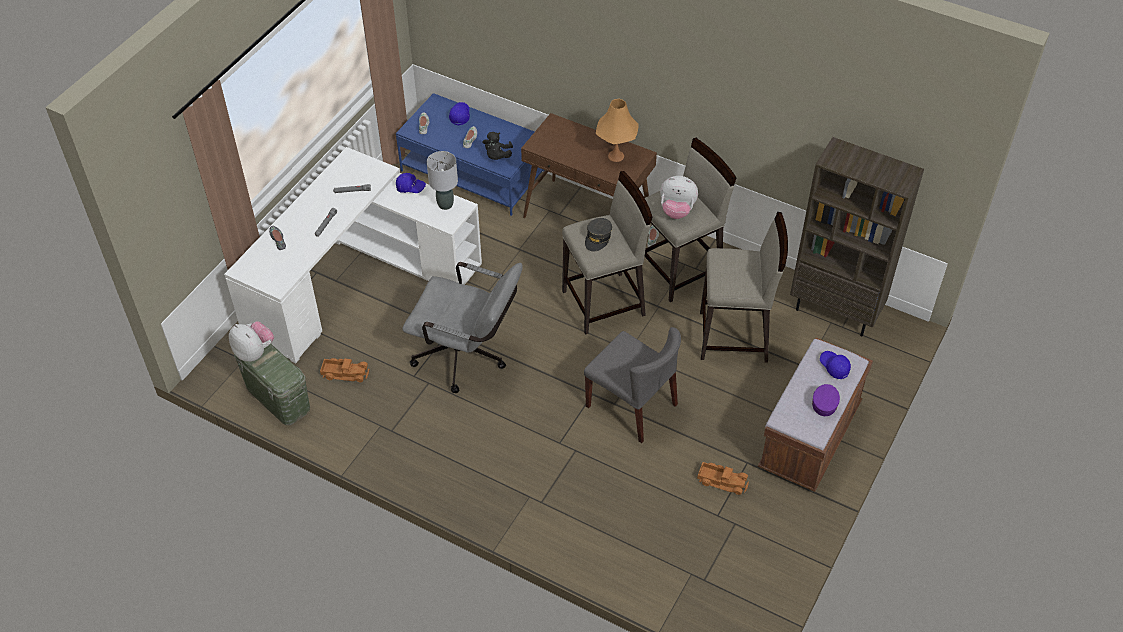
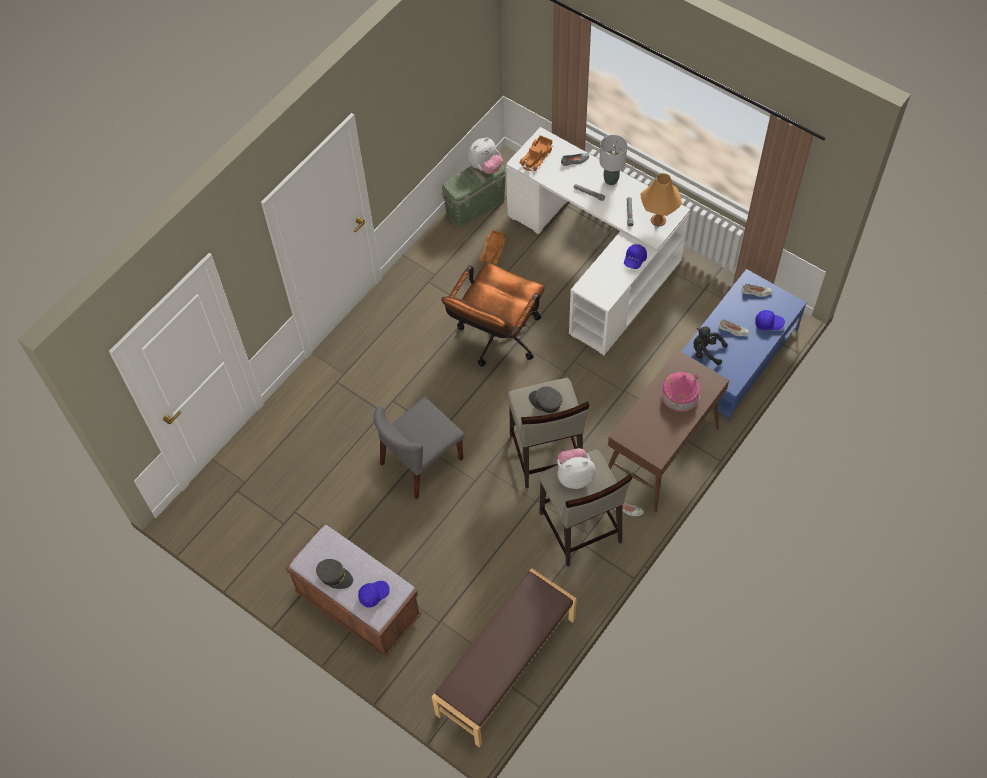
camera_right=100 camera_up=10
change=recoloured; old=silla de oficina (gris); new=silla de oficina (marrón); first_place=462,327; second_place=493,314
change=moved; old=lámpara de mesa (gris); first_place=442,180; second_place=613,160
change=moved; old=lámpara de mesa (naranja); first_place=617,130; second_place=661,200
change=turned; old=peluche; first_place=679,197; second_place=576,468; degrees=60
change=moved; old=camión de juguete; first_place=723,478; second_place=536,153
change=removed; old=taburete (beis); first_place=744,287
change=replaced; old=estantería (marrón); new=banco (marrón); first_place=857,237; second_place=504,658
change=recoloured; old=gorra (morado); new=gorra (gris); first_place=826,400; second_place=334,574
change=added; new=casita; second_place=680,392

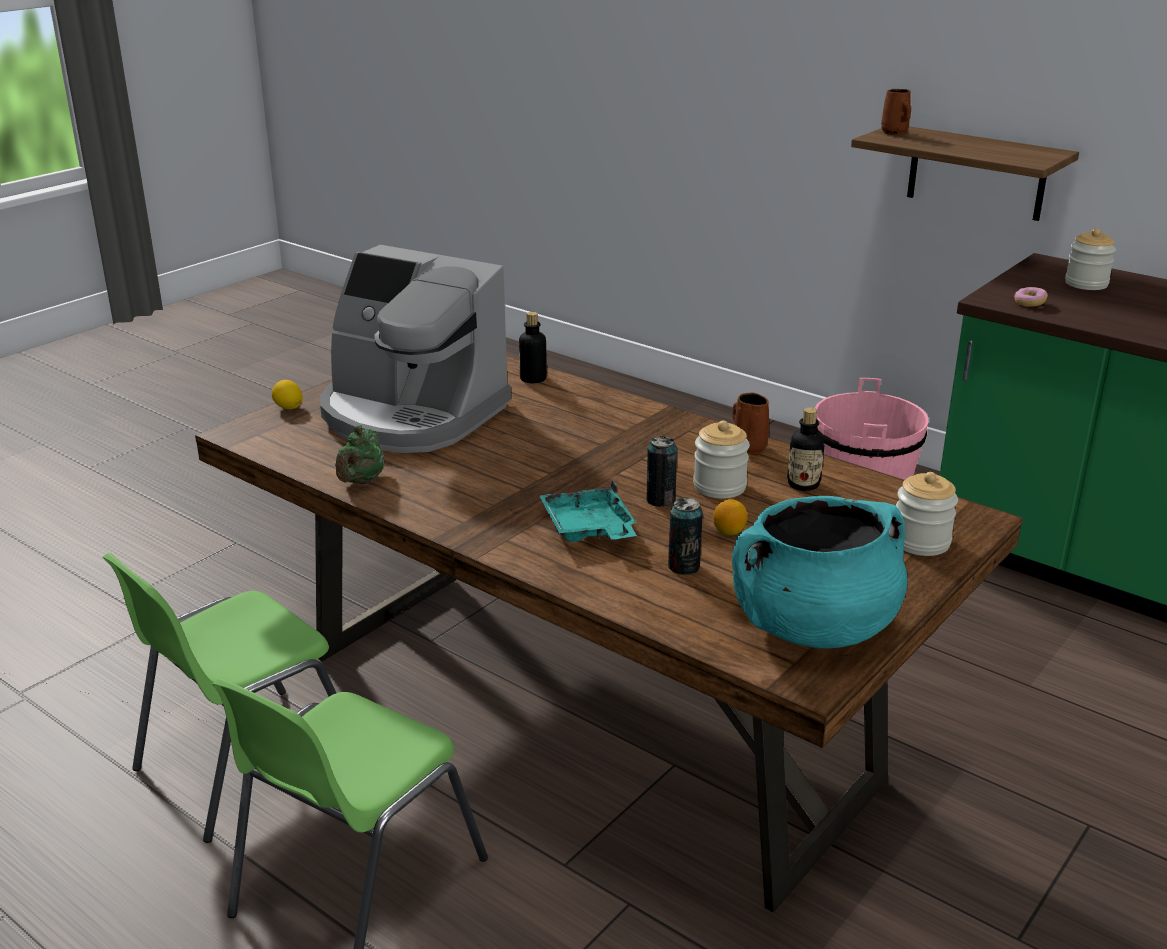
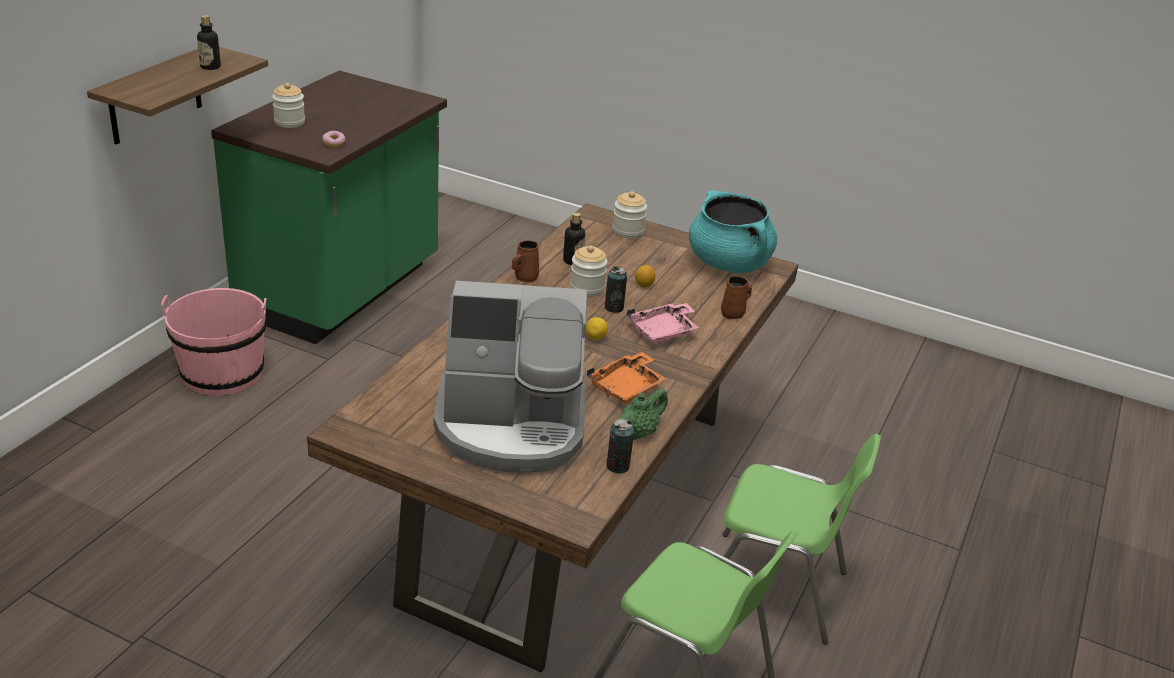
camera_right=-105 camera_up=5
change=moved; old=limón; first_place=287,395; second_place=597,328
change=turned; old=cafetera; first_place=415,349; second_place=510,377; degrees=75
change=turned; old=tetera (verde); first_place=359,454; second_place=642,414; degrees=-45
change=moved; old=botella; first_place=533,347; second_place=209,42
change=recoloured; old=bandeja (turquesa); new=bandeja (rosa); first_place=588,511; second_place=663,323
change=moved; old=lata; first_place=685,536; second_place=620,446
change=moved; old=taza grande (marrón); first_place=896,112; second_place=736,297
change=added; new=bandeja (naranja); second_place=627,378

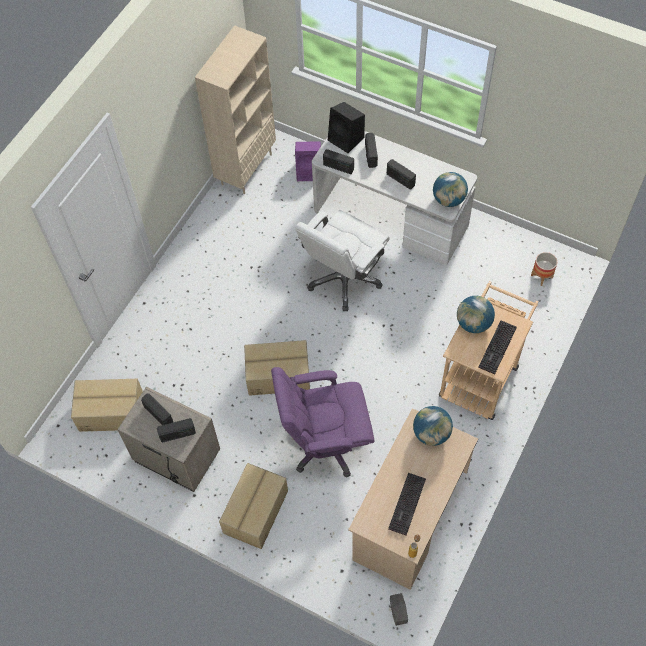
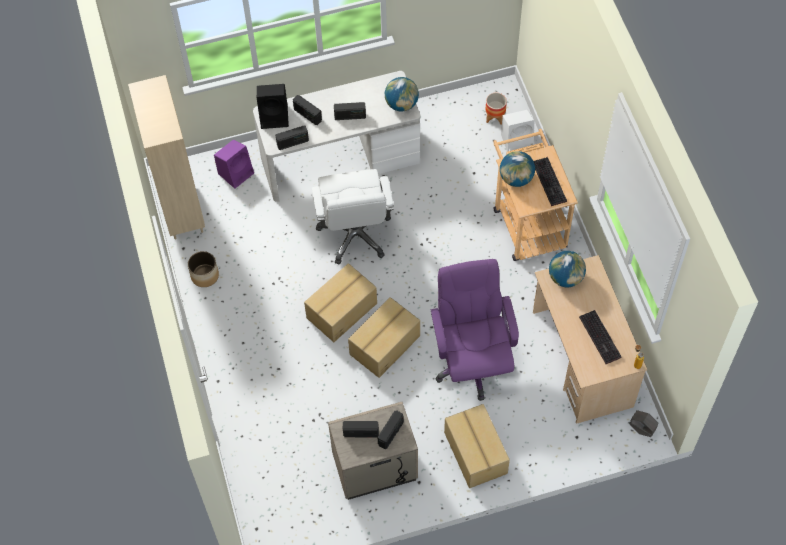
camera_right=-45 camera_up=0
change=moved; old=caja de cartón; first_place=107,405; second_place=340,302
change=turned; old=silla de oficina (morado); first_place=322,422; second_place=474,330; degrees=135
change=added; new=maceta; second_place=203,269
change=added; new=altavoz (blanco); second_place=518,131

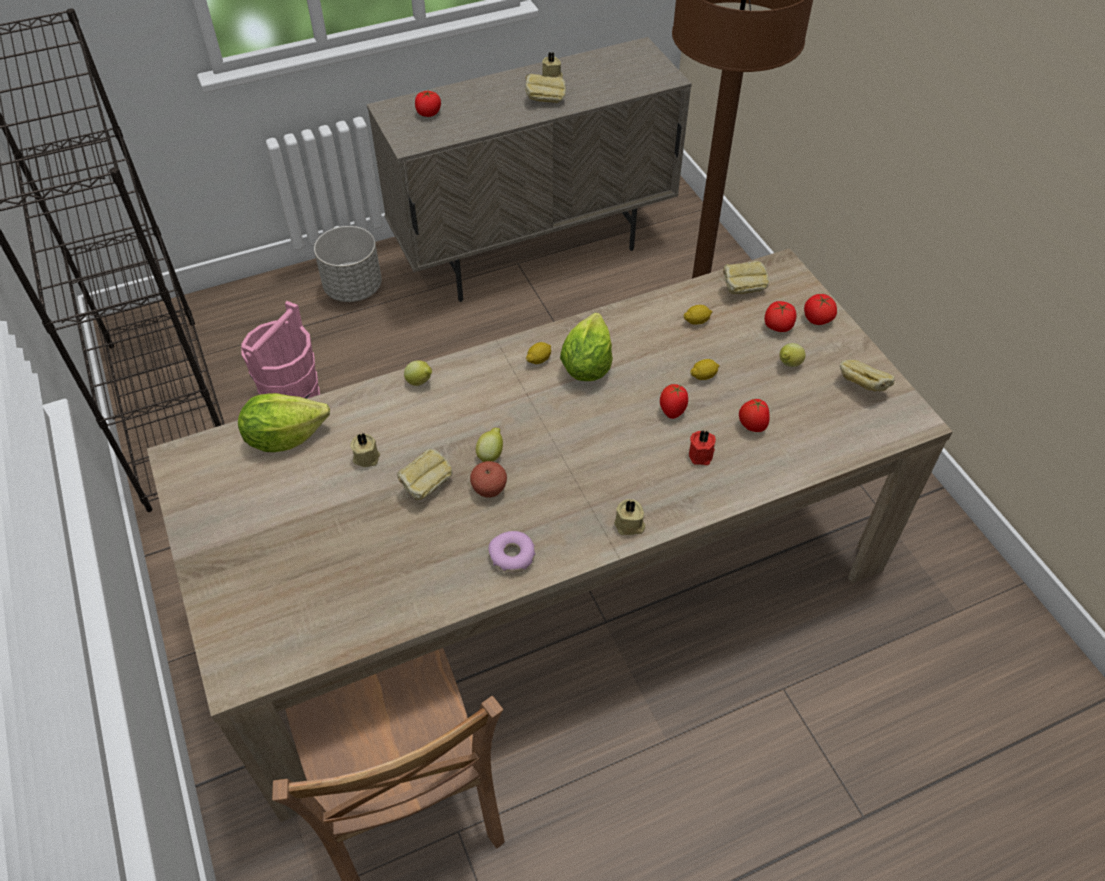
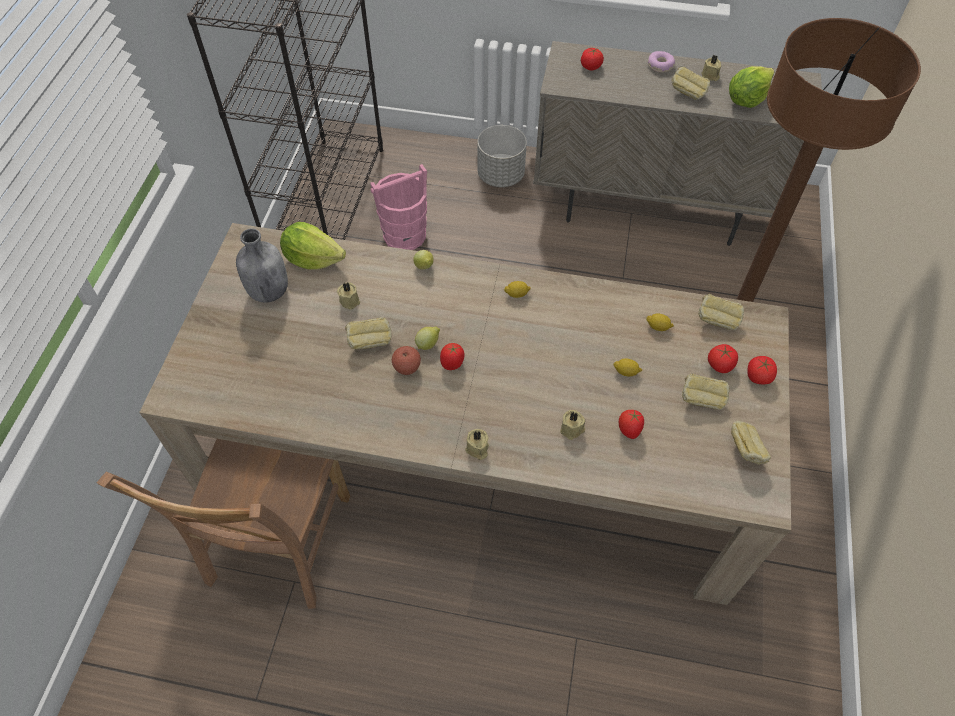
camera_right=35 camera_up=5
change=moved; old=rosquilla; first_place=511,552; second_place=661,62
change=moved; old=lechuga; first_place=586,347; second_place=751,87
change=moved; old=tomate; first_place=674,401; second_place=452,356
change=recoloured; old=vela (rojo); new=vela (beis); first_place=702,447; second_place=572,425
change=replaced; old=limón; new=pan; first_place=792,355; second_place=705,392
change=added; new=botella (gris); second_place=262,265

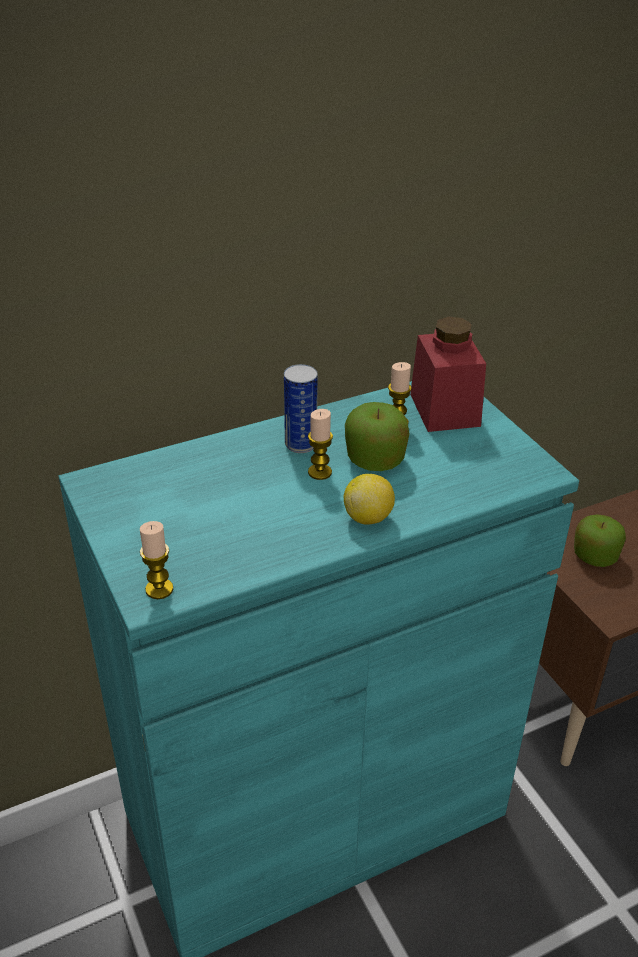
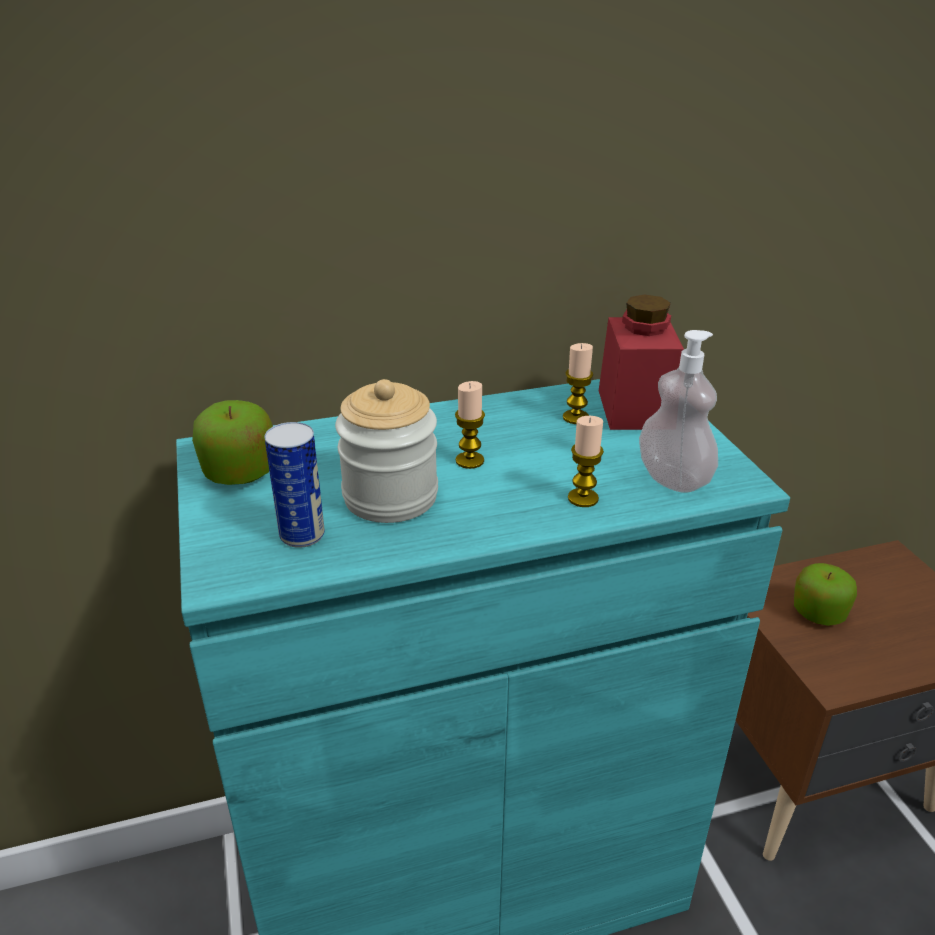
camera_right=10 camera_up=-5
change=moved; old=vela; first_place=157,560; second_place=586,461
change=moved; old=lata; first_place=301,408; second_place=294,485
change=removed; old=limón; first_place=369,499
change=moved; old=manzana; first_place=377,436; second_place=232,442
change=added; new=tarro; second_place=386,451
change=added; new=dispensador de jabón; second_place=678,411

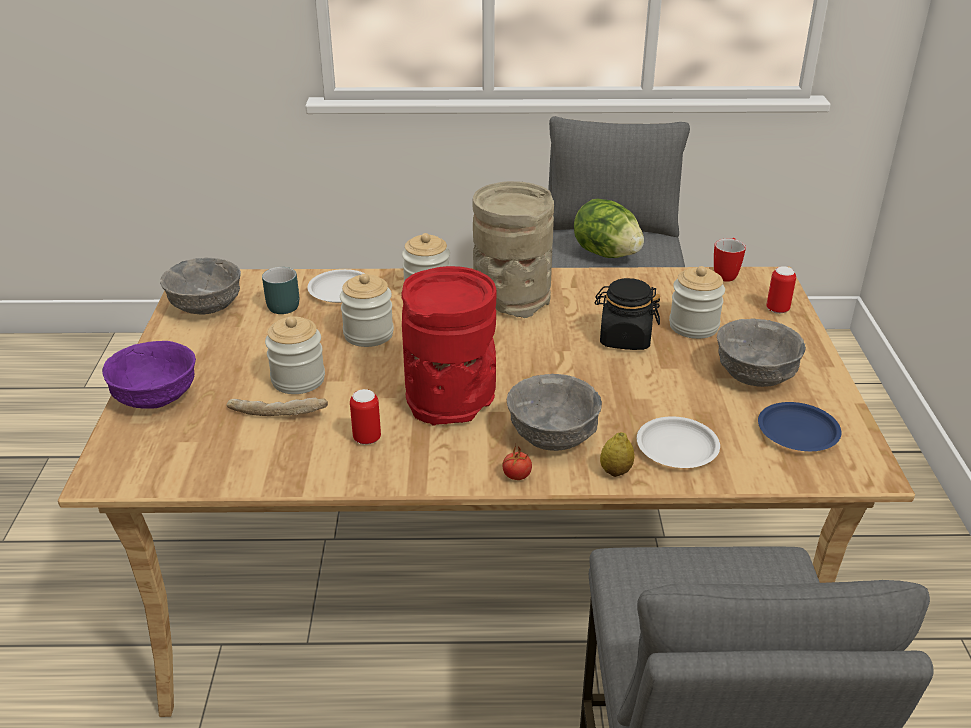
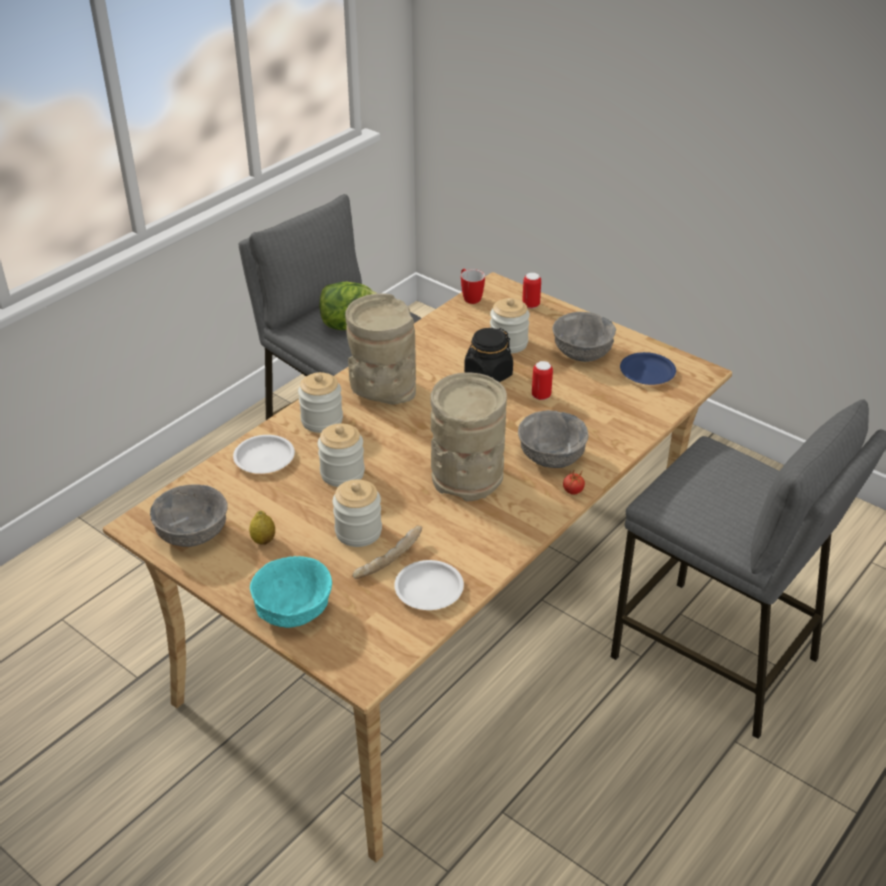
camera_right=-50 camera_up=5
change=recoloured; old=cuenco (morado); new=cuenco (turquesa); first_place=149,375; second_place=291,592
change=removed; old=taza grande (turquesa); first_place=280,290
change=moved; old=lata; first_place=365,417; second_place=542,380
change=recoloured; old=florero (rojo); new=florero (beis); first_place=449,346; second_place=468,437
change=moved; old=limón; first_place=617,454; second_place=262,528
change=moved; old=plato (blanco); first_place=678,442; second_place=429,585

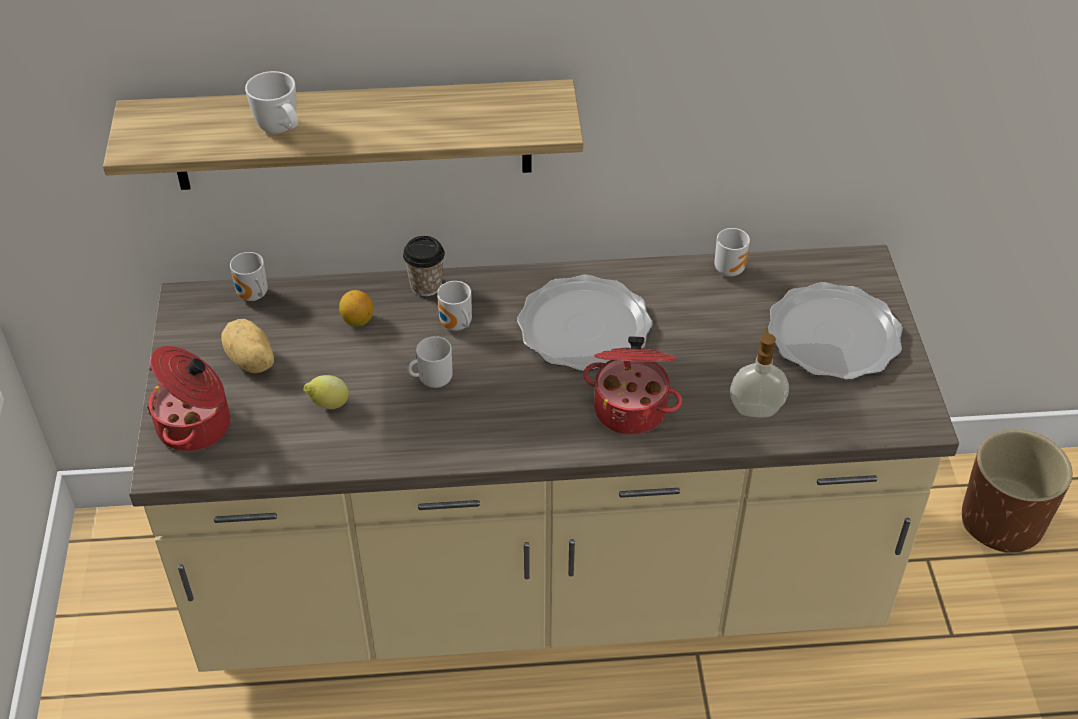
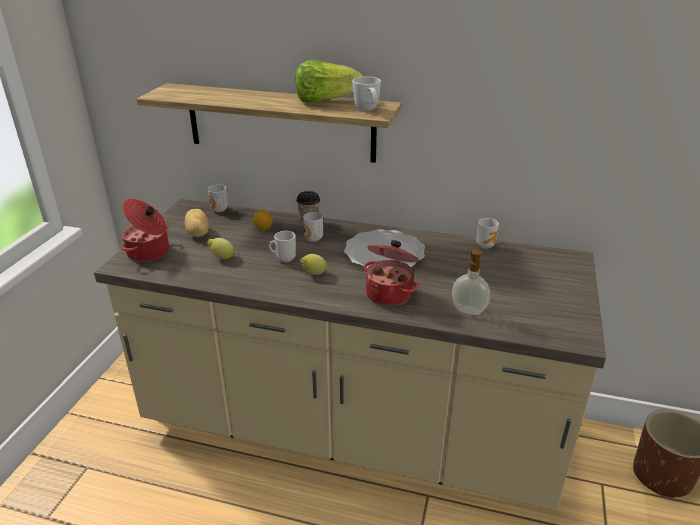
camera_right=20 camera_up=-15
change=moved; old=taza grande (blanco); first_place=271,102; second_place=366,94
change=removed; old=plato; first_place=835,331
change=added; new=lechuga; second_place=329,81
change=added; new=limón; second_place=313,264

